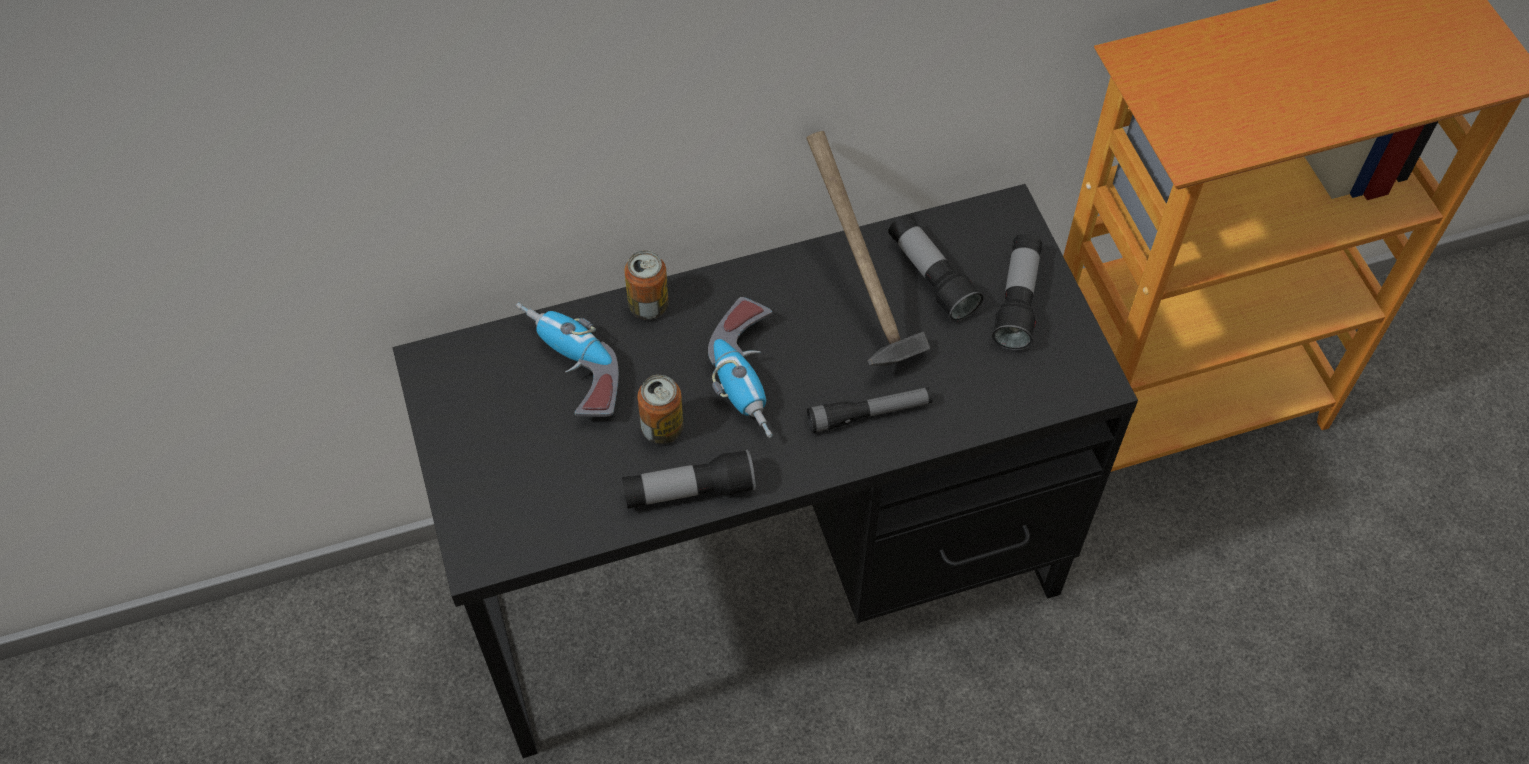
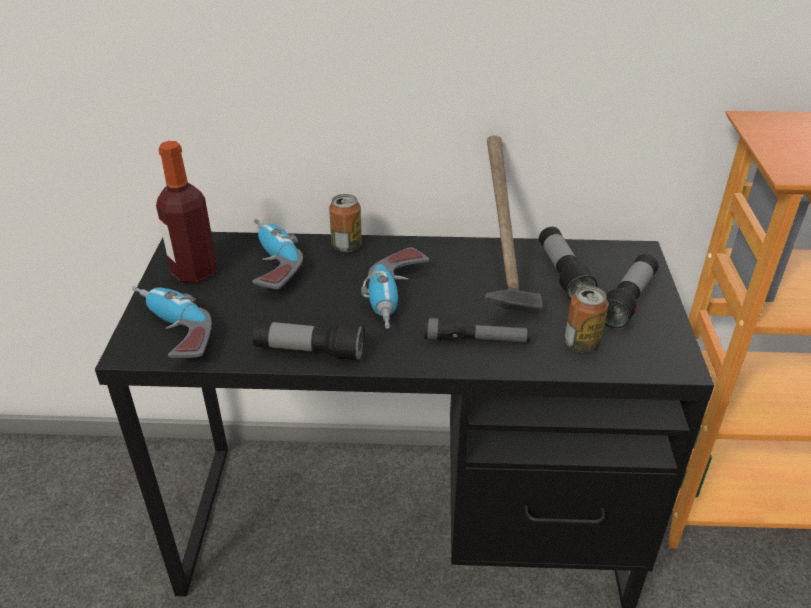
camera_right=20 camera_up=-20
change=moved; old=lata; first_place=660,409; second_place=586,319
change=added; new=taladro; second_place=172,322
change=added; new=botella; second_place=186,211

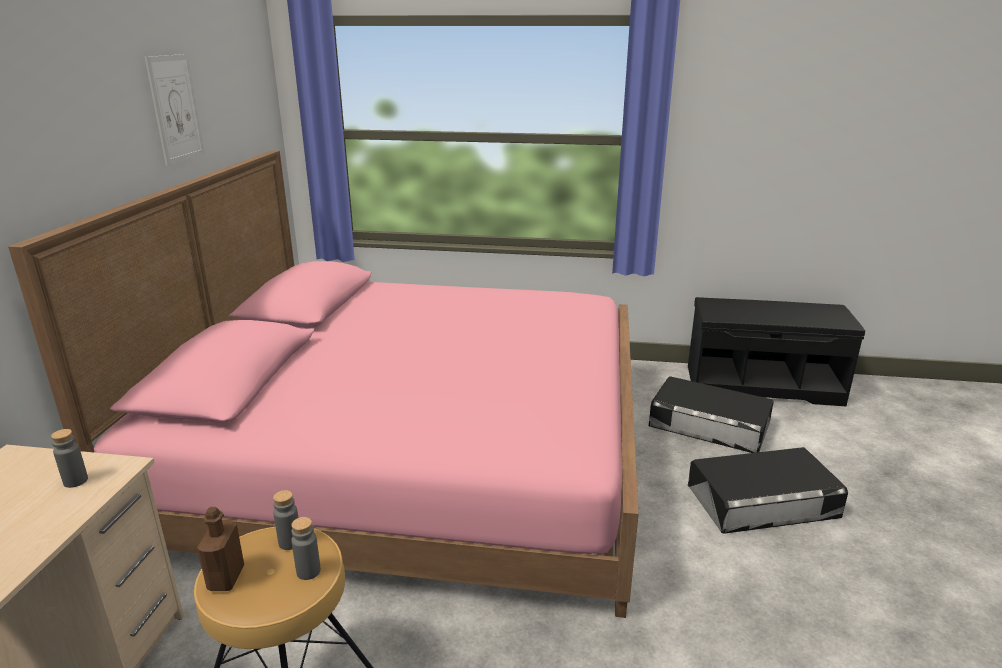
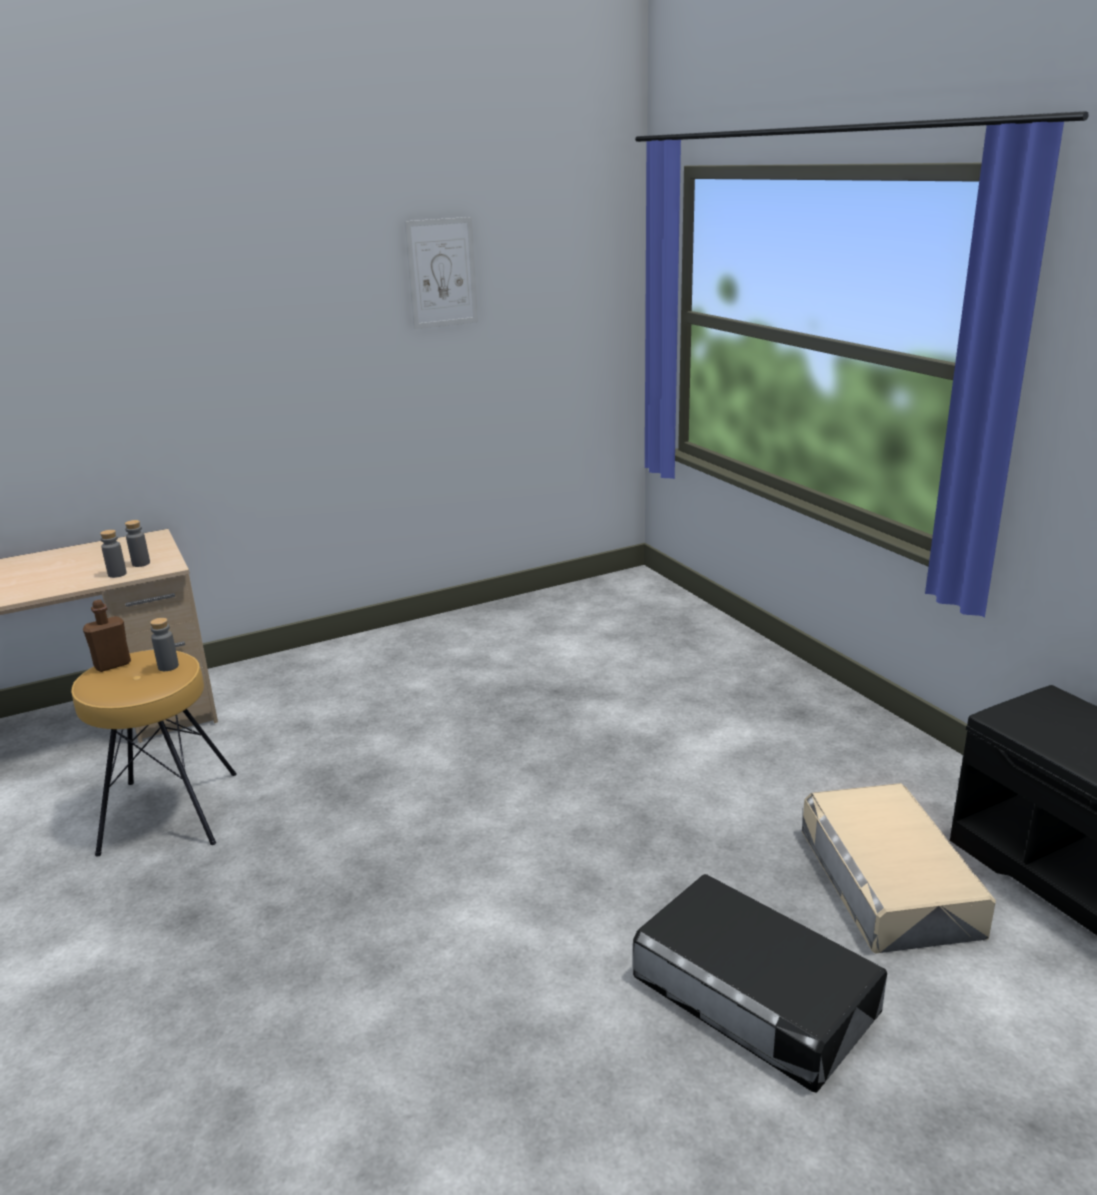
camera_right=55 camera_up=0
change=removed; old=cama (rosa); first_place=323,384
change=moved; old=botella (gris); first_place=306,548; second_place=113,554
change=recoloured; old=caja de almacenaje (negro); new=caja de almacenaje (beis); first_place=711,414; second_place=899,868

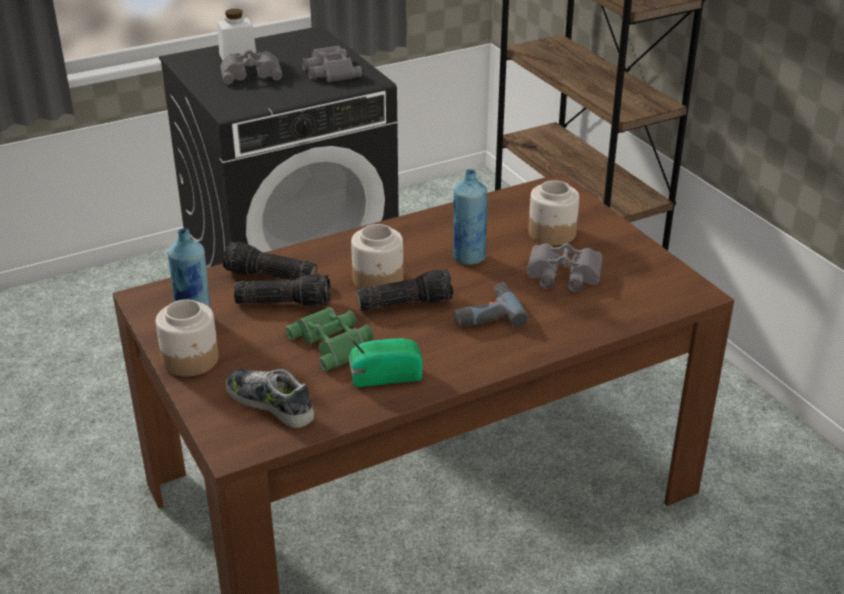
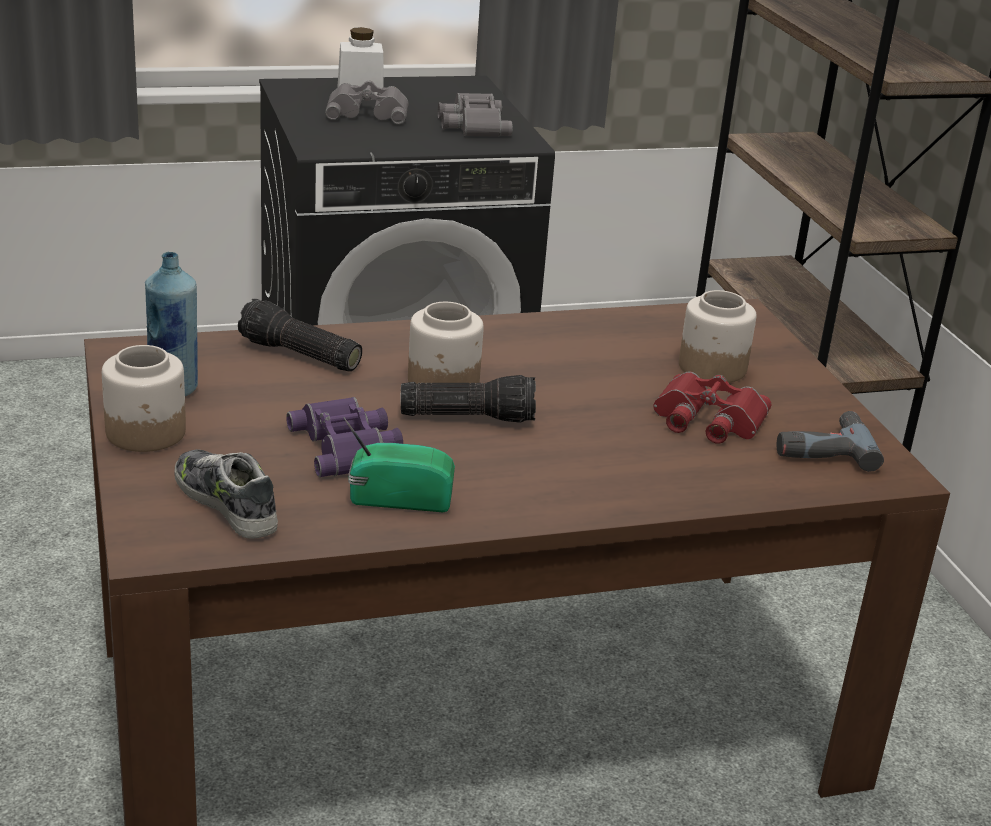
camera_right=10 camera_up=-5
change=removed; old=linterna; first_place=282,290
change=recoloured; old=prismáticos (verde); new=prismáticos (morado); first_place=329,339; second_place=344,437
change=removed; old=botella (azul); first_place=470,217
change=moved; old=taladro; first_place=491,305; second_place=830,441
change=recoloured; old=prismáticos (gris); new=prismáticos (rojo); first_place=564,267; second_place=712,407

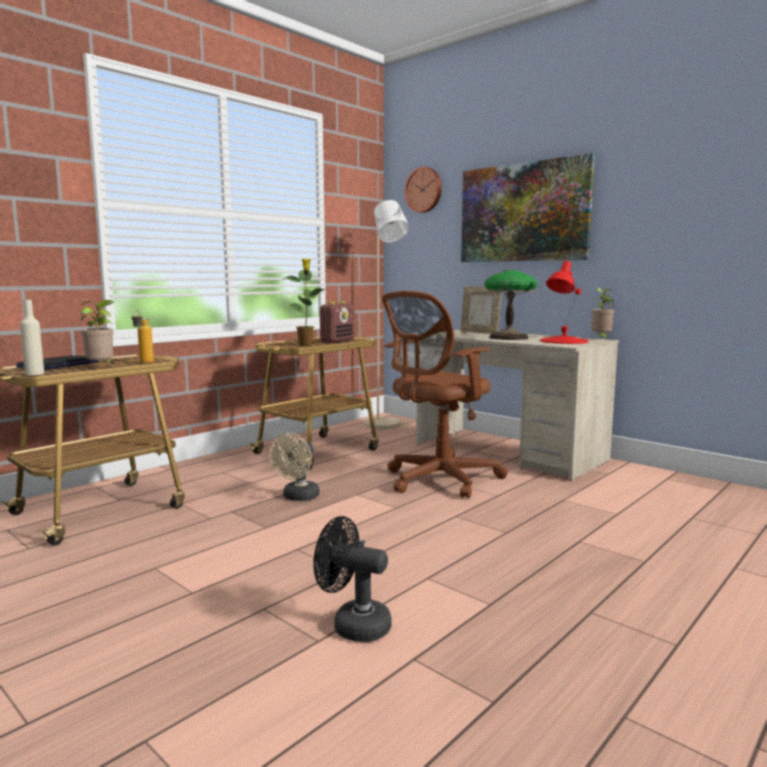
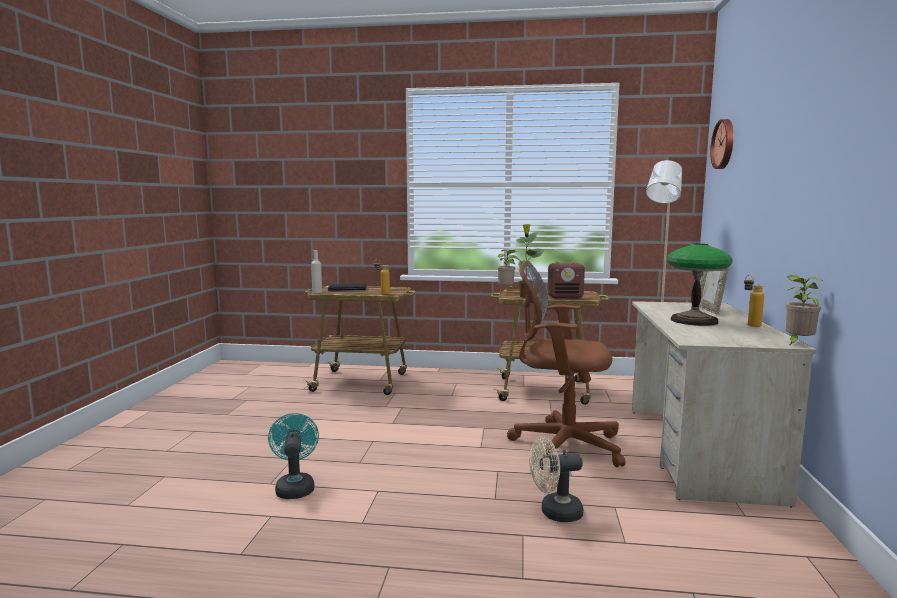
camera_right=55 camera_up=0
change=moved; old=planta en maceta; first_place=98,333; second_place=508,269
change=moved; old=ventilador (beis); first_place=294,466; second_place=556,479
change=recoloured; old=ventilador (negro); new=ventilador (turquesa); first_place=352,579; second_place=293,456
change=removed; old=cuadro; first_place=528,207
change=removed; old=lámpara de mesa (rojo); first_place=564,302
change=added; new=botella; second_place=754,301

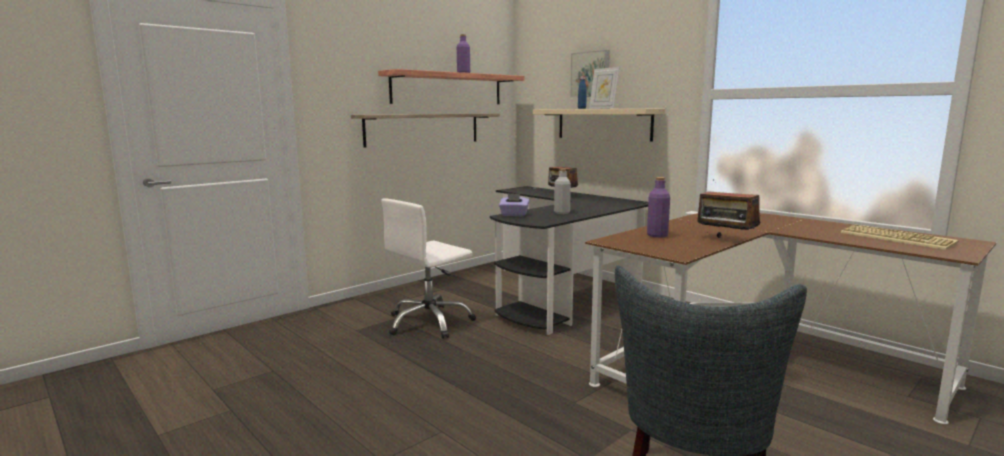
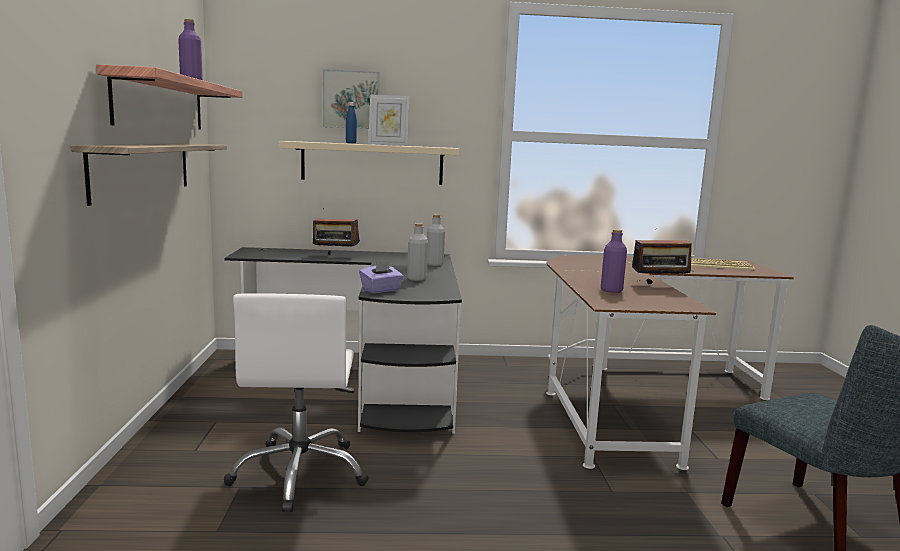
camera_right=-50 camera_up=0
change=added; new=botella (gris); second_place=436,240

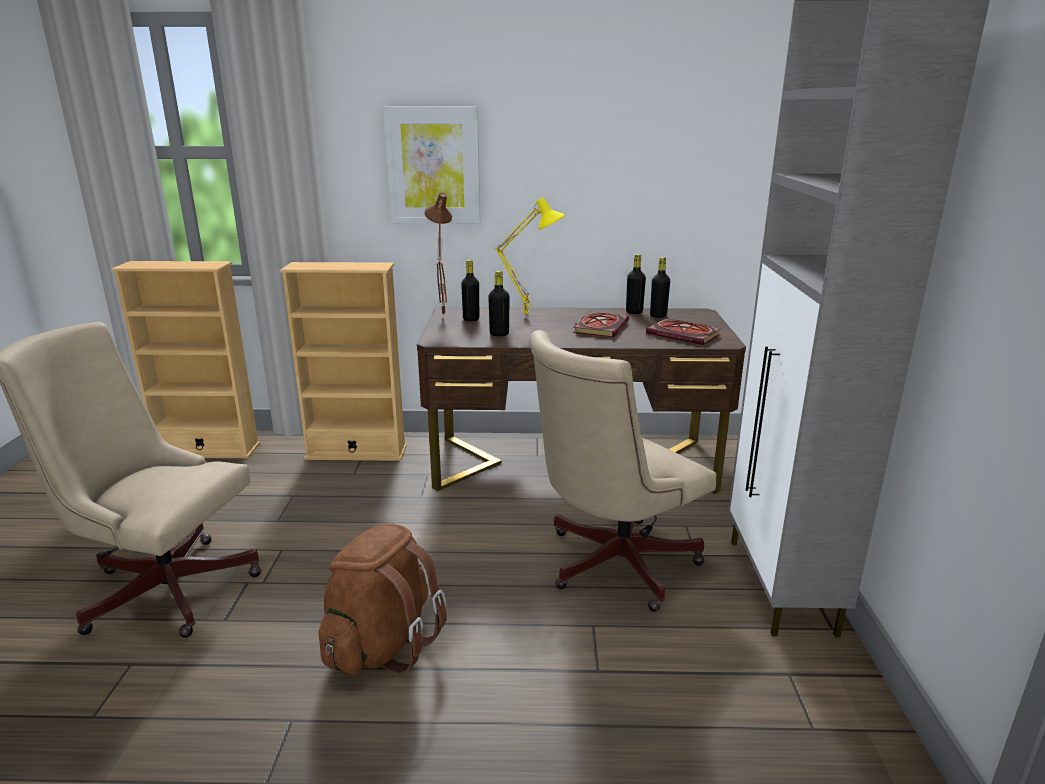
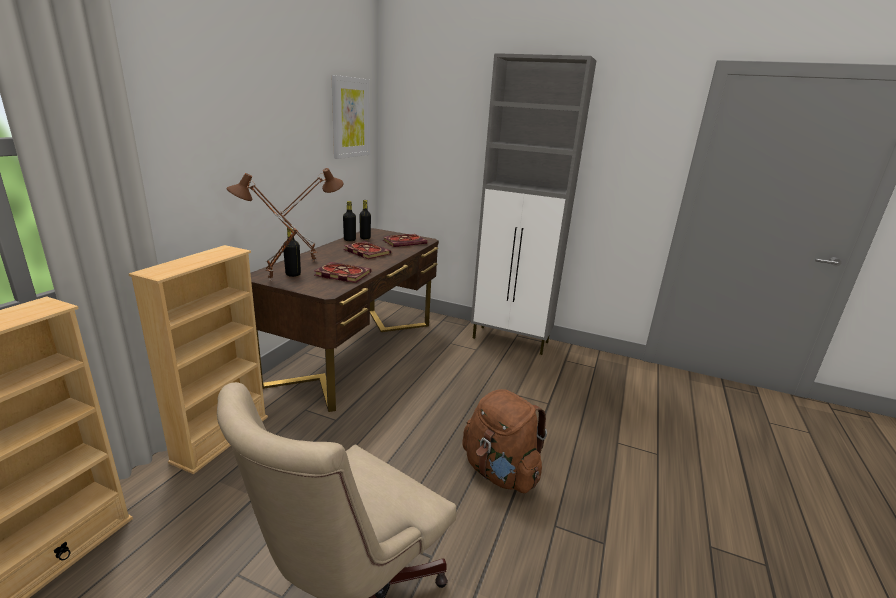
camera_right=-70 camera_up=0
change=moved; old=cuadro; first_place=431,165; second_place=350,117
change=replaced; old=botella (negro); new=libro; first_place=498,303; second_place=342,272
change=recoloured; old=lámpara de mesa (amarillo); new=lámpara de mesa (marrón); first_place=530,257; second_place=311,214
change=removed; old=silla de oficina (beis); first_place=622,471

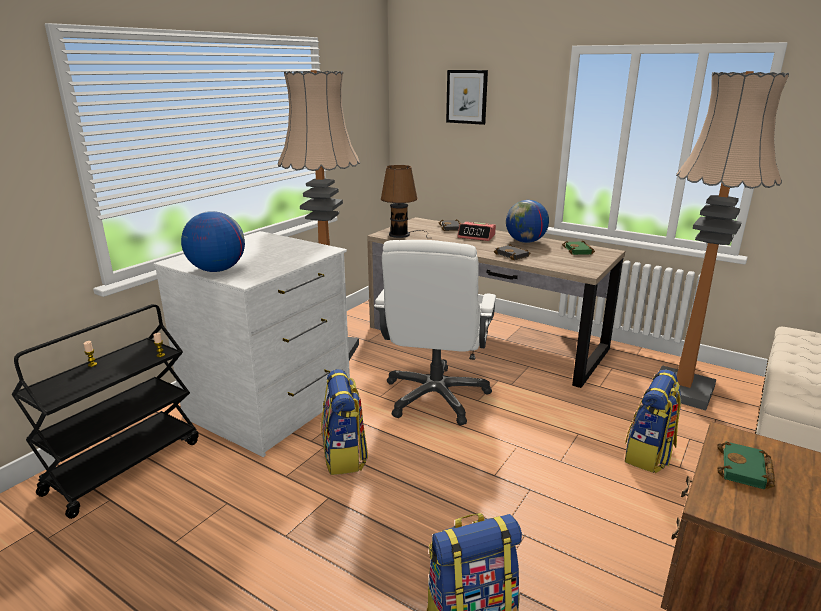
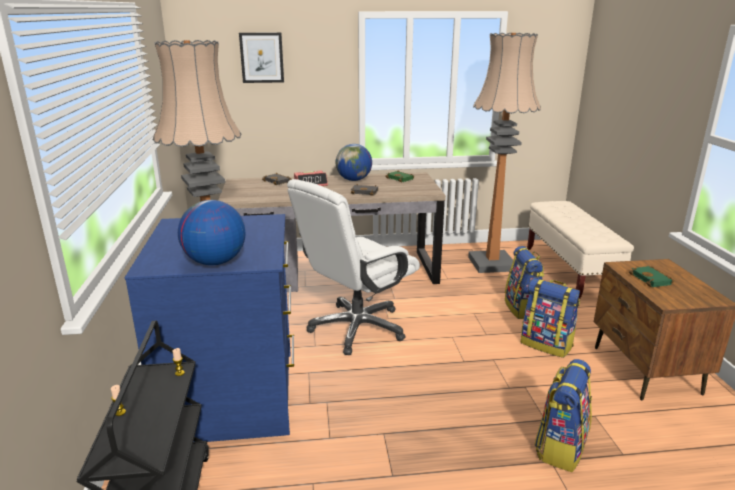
camera_right=-40 camera_up=0
change=recoloured; old=cómoda (blanco); new=cómoda (azul); first_place=251,344; second_place=209,328
change=moved; old=mochila; first_place=344,422; second_place=550,318
change=turned; old=silla de oficina (blanco); first_place=435,332; second_place=353,267; degrees=75
change=removed; old=lámpara de mesa (marrón); first_place=404,201

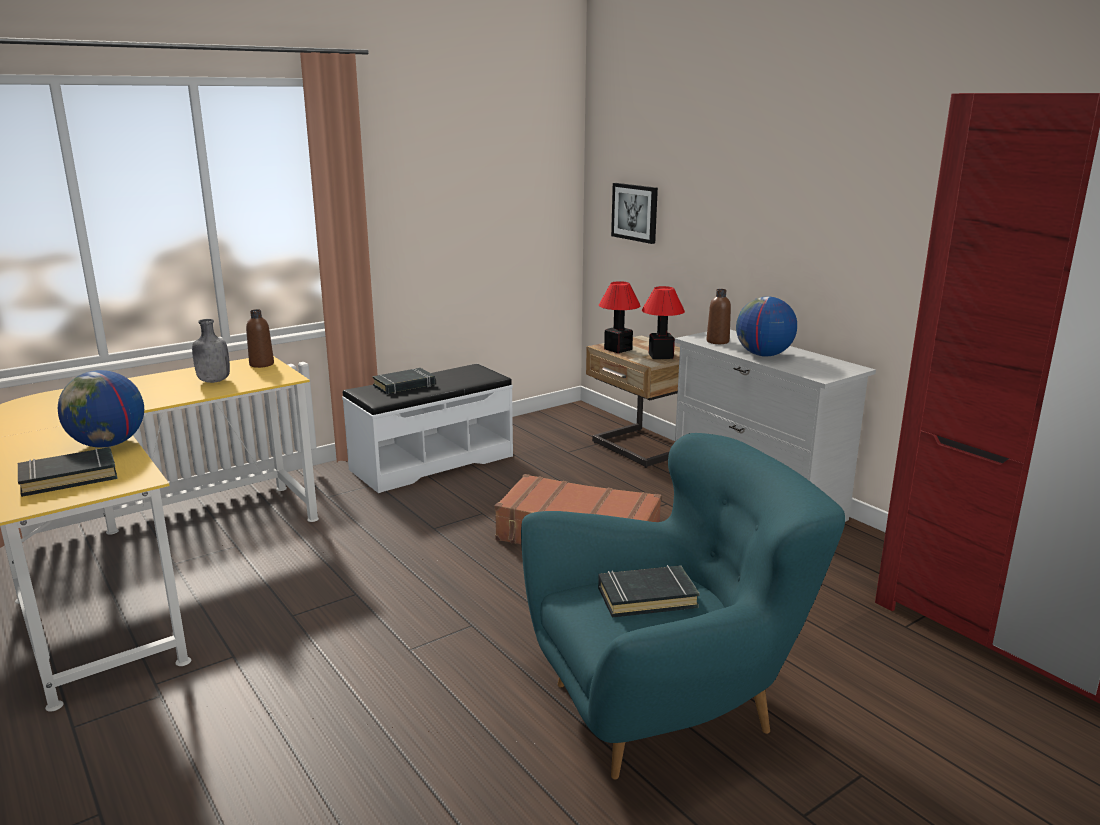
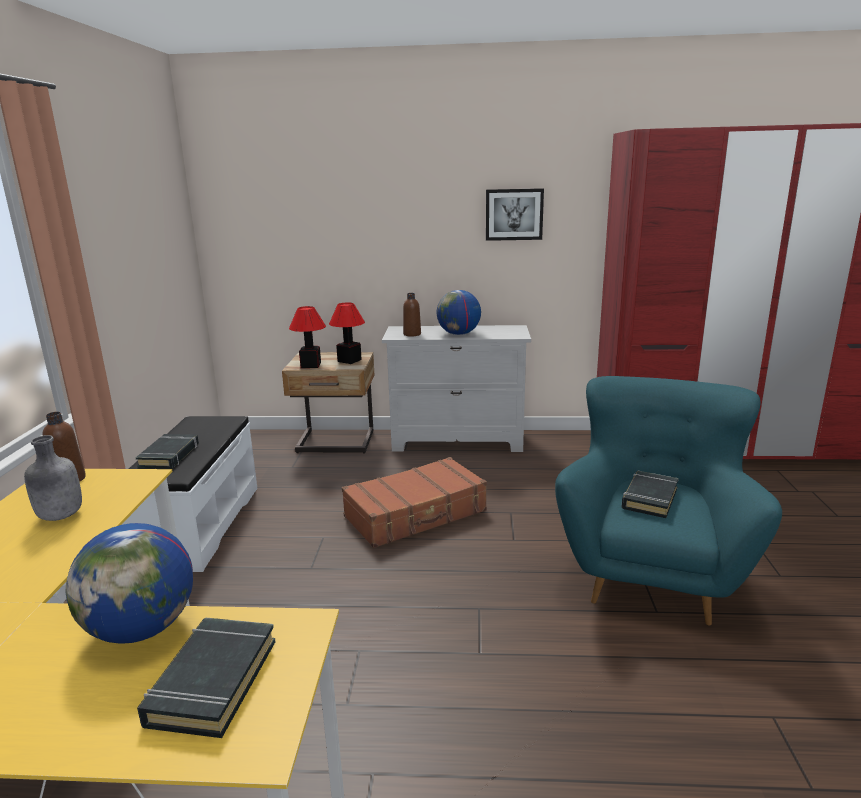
camera_right=-50 camera_up=0
change=moved; old=cuadro; first_place=634,213; second_place=515,214

